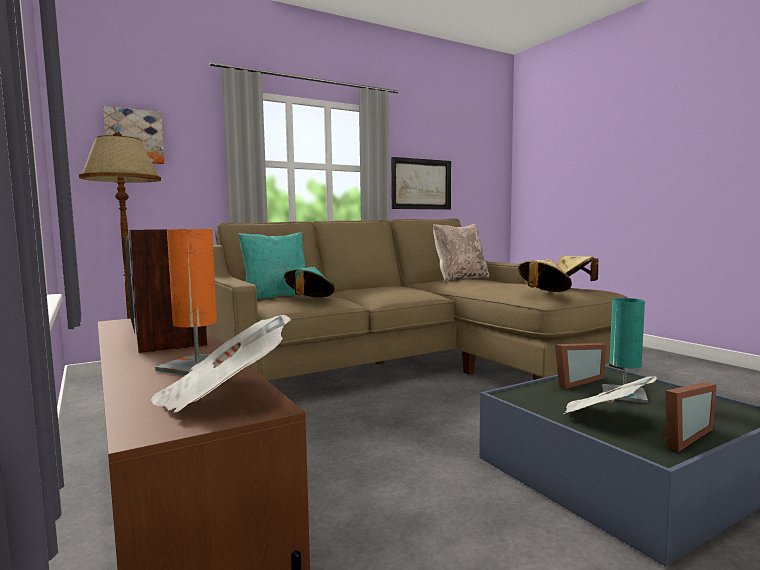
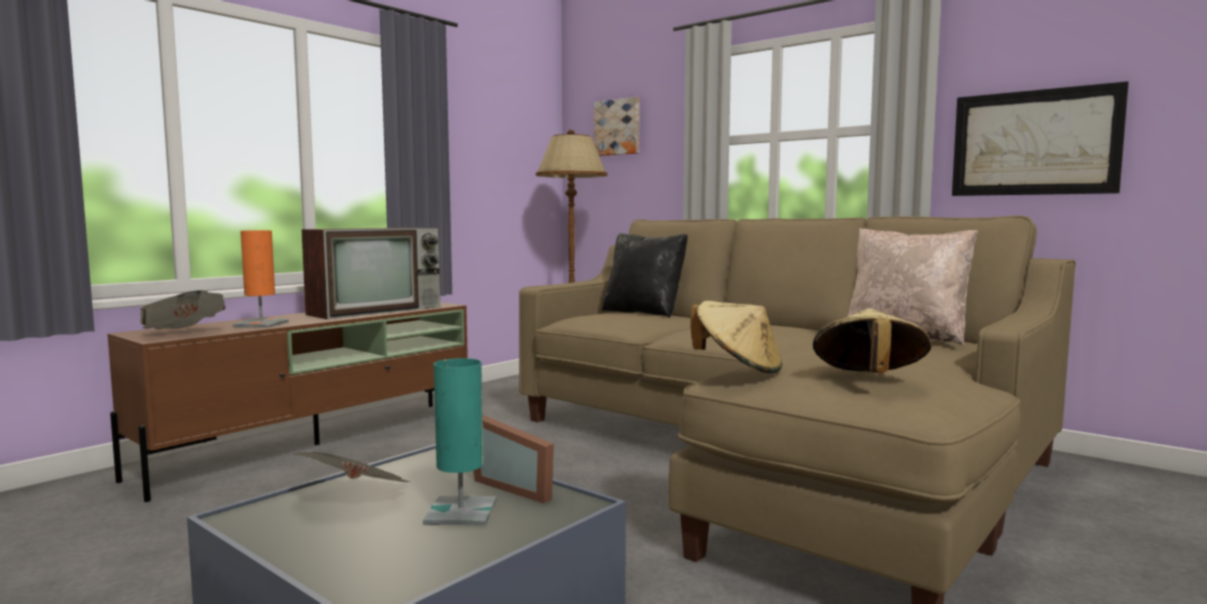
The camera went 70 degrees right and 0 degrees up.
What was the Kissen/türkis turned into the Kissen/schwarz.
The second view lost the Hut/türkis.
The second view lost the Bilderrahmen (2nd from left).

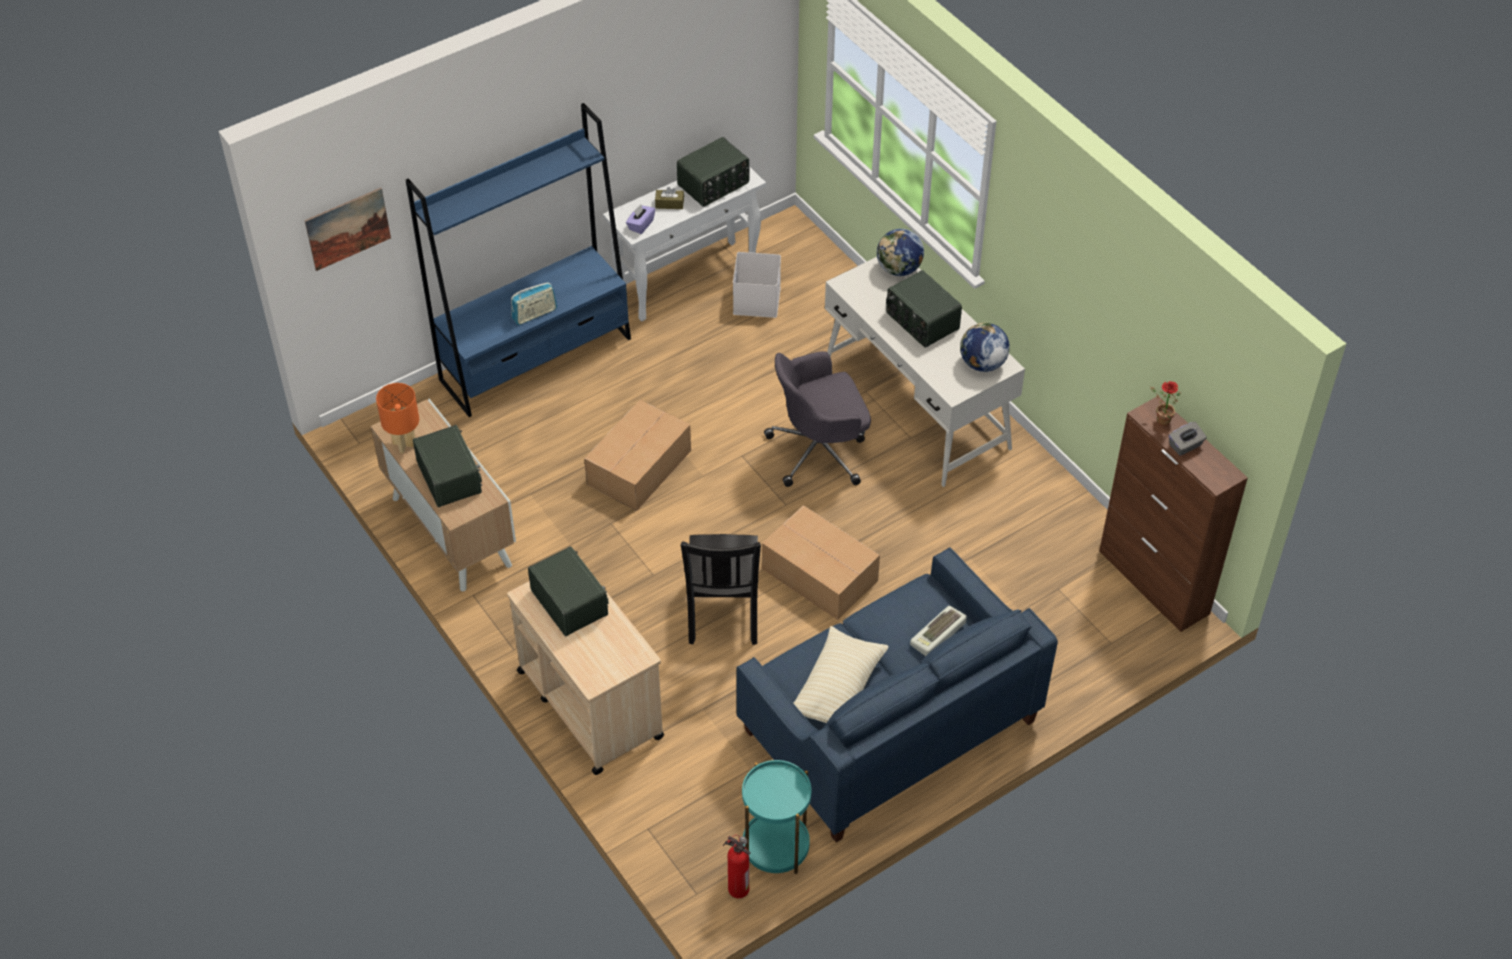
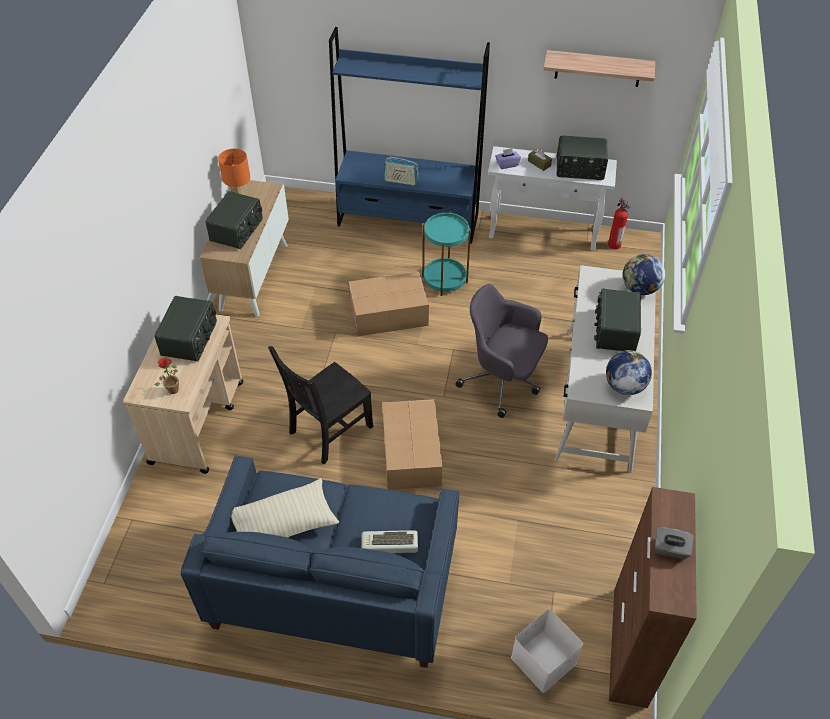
The camera went 45 degrees right and 0 degrees up.
The second view lost the Bild.
The Aufbewahrungsbox/weiß ended up elsewhere.
The Topfpflanze ended up elsewhere.
The Beistelltisch/türkis ended up elsewhere.
The Feuerlöscher ended up elsewhere.
The second view gained the Wandregal.

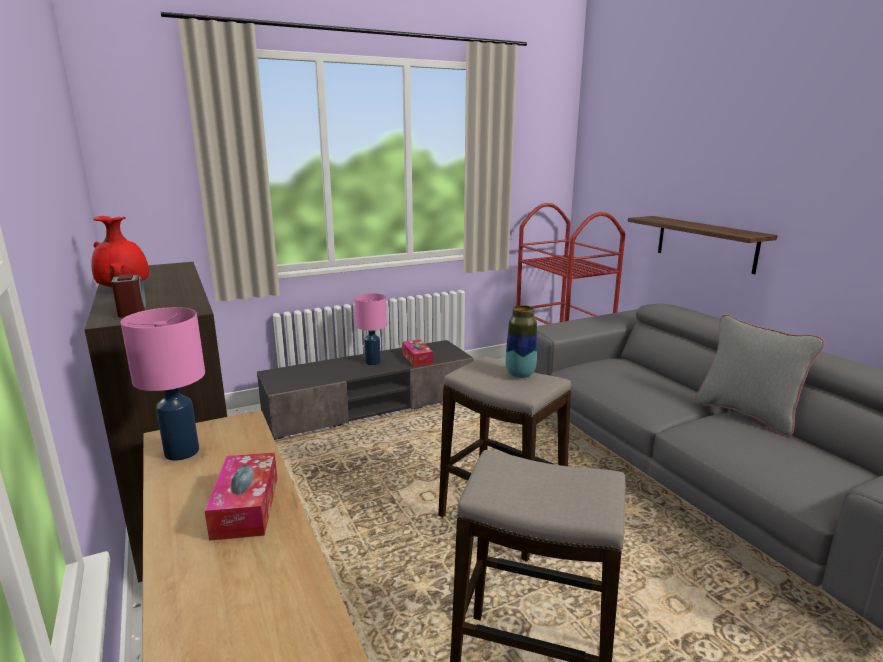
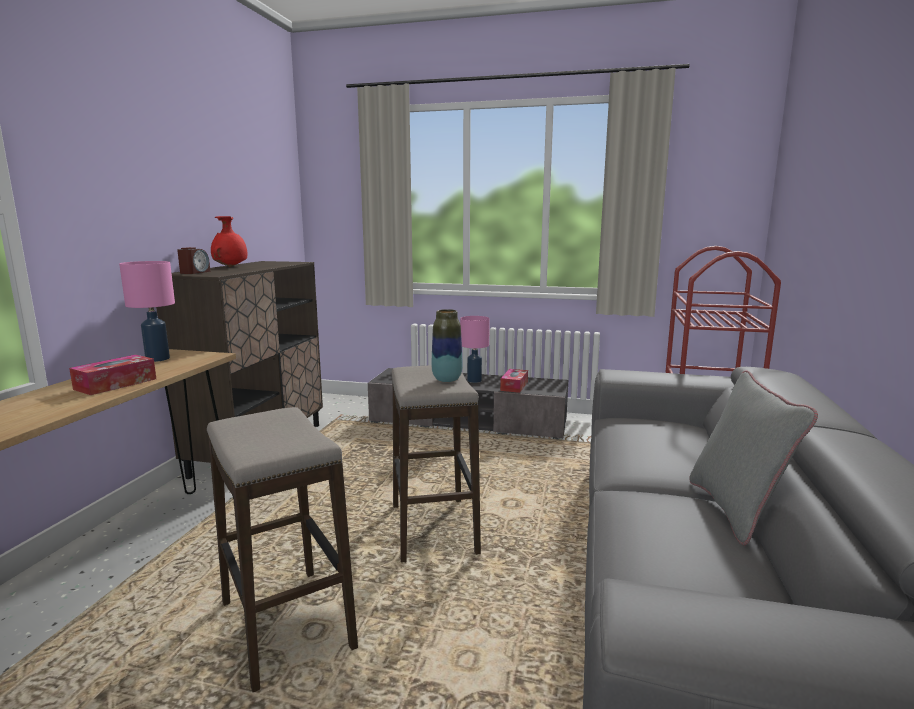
The camera went 40 degrees right and 5 degrees down.
The second view lost the Wandregal.

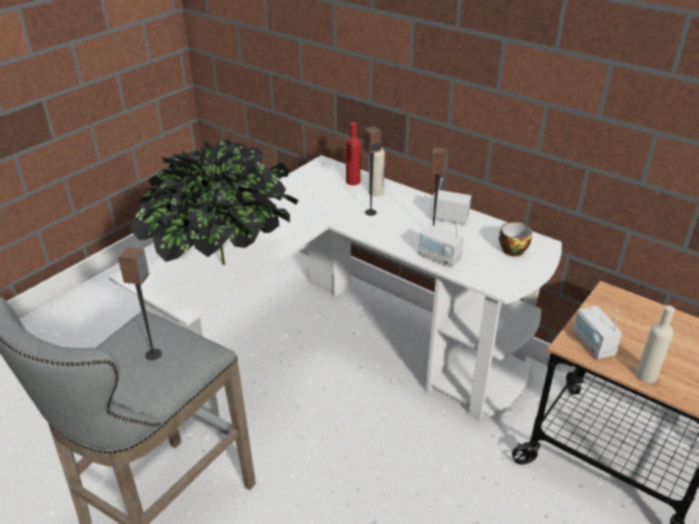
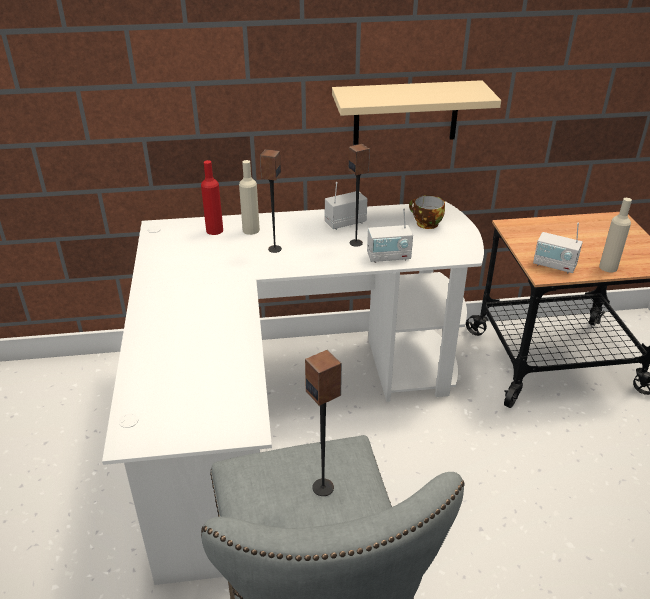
The camera went 45 degrees left and 0 degrees up.
The second view lost the Topfpflanze.
The second view gained the Wandregal/beige.

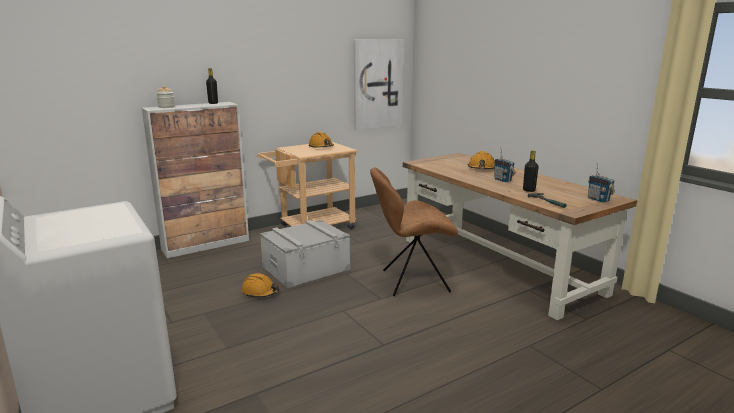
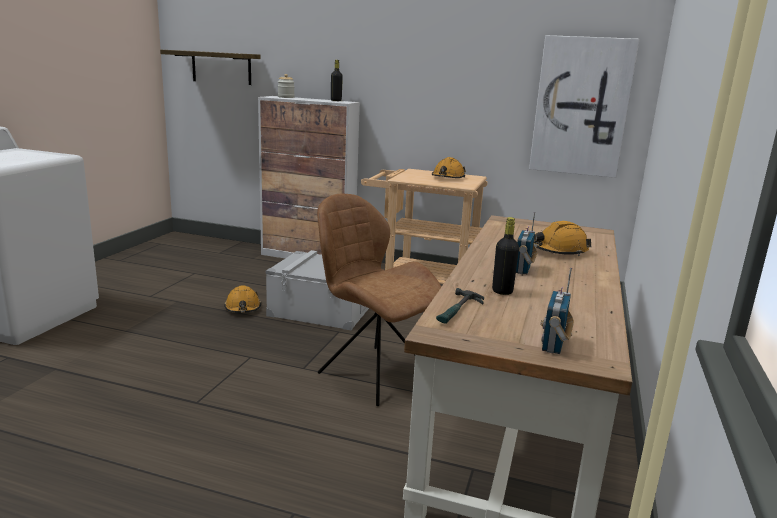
The camera went 50 degrees right and 0 degrees up.
The second view gained the Wandregal.

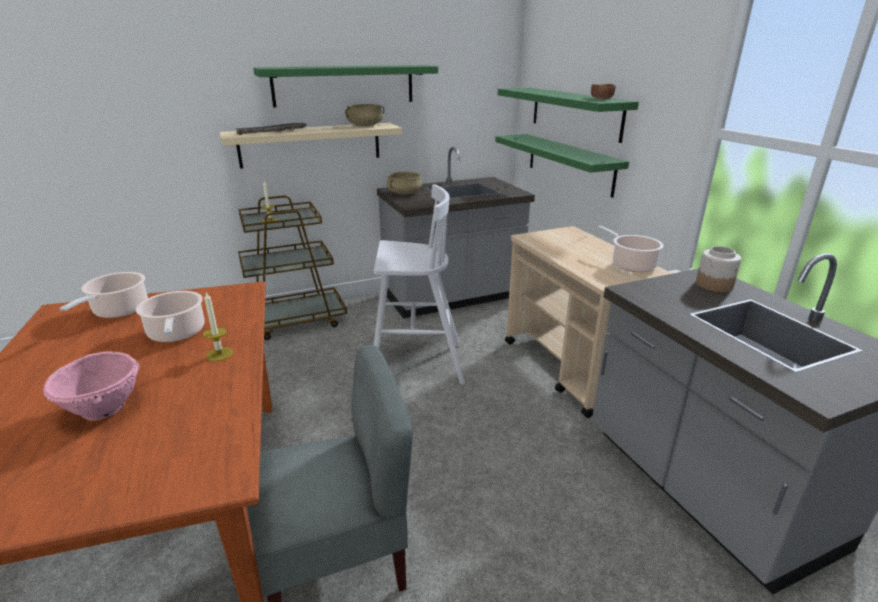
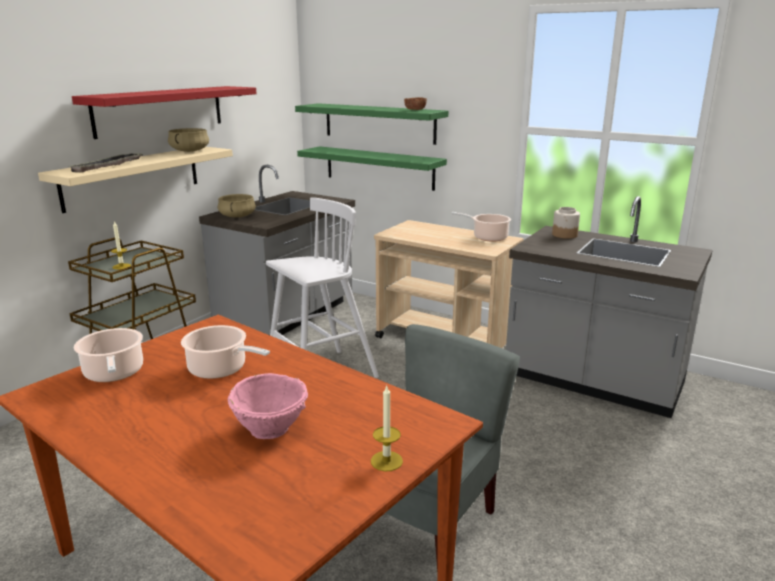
The camera went 35 degrees left and 5 degrees down.
What was the Wandregal/grün (1st from left) turned into the Wandregal/rot.
The Kerze (1st from left in the first image) ended up elsewhere.

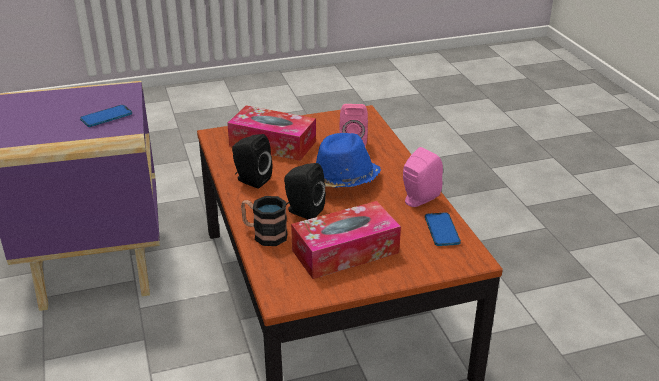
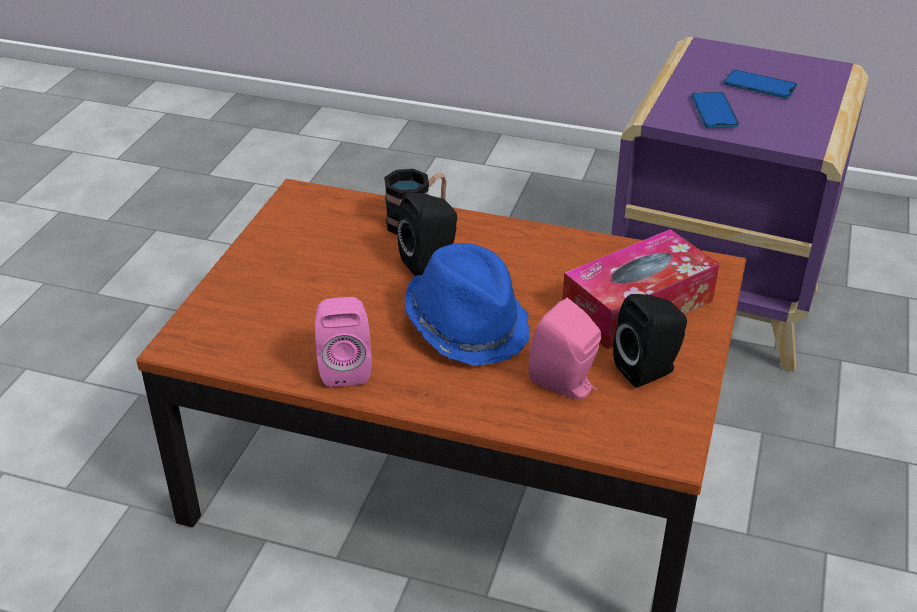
The camera went 125 degrees right and 5 degrees up.
The Lautsprecher/schwarz (1st from left in the first image) ended up elsewhere.
The second view lost the Taschentuchbox (2nd from left).
The Handy (2nd from left) ended up elsewhere.

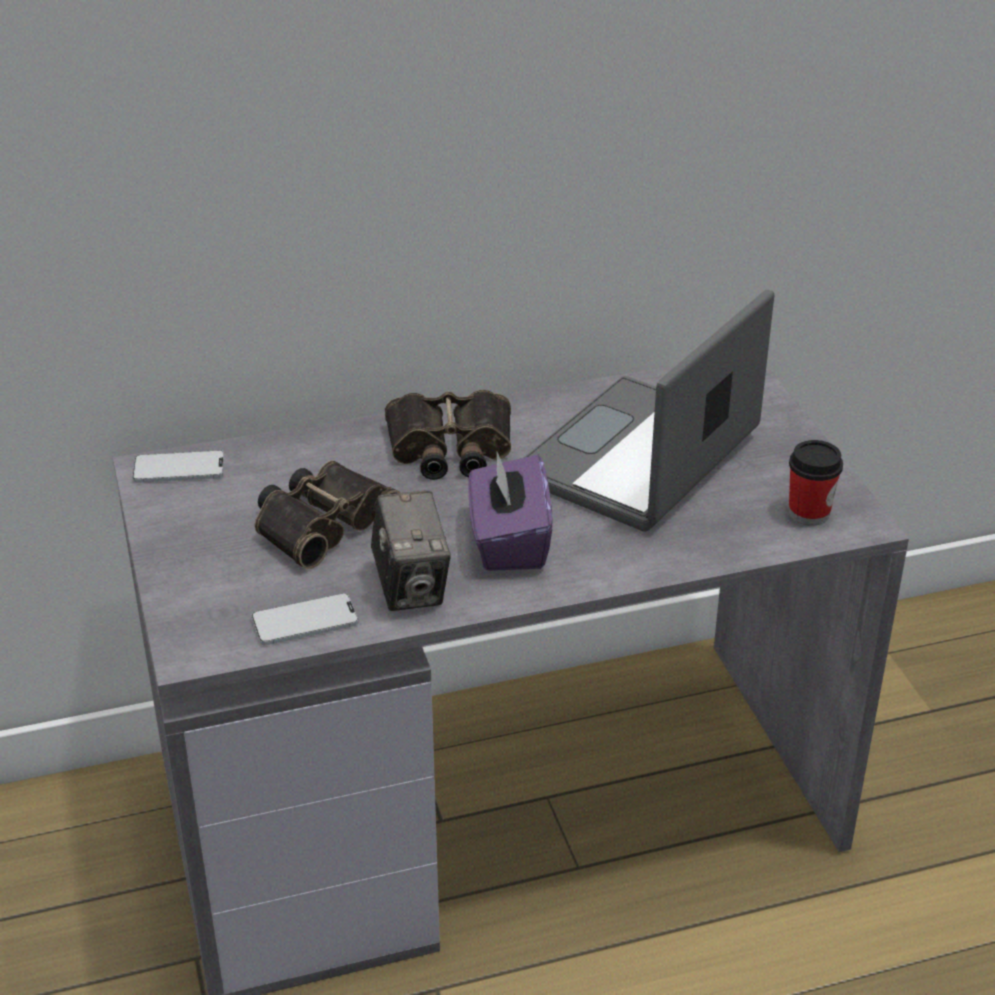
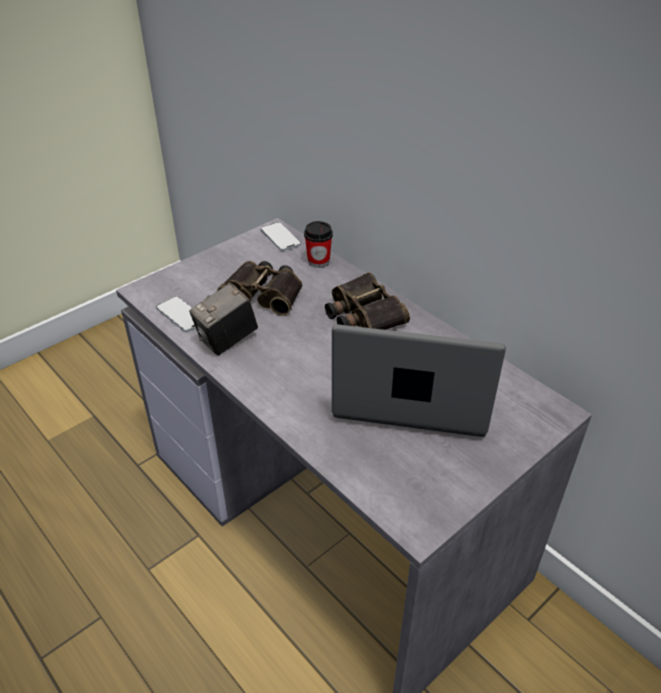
The camera went 65 degrees right and 5 degrees up.
The Tasse ended up elsewhere.
The second view lost the Taschentuchbox/lila.

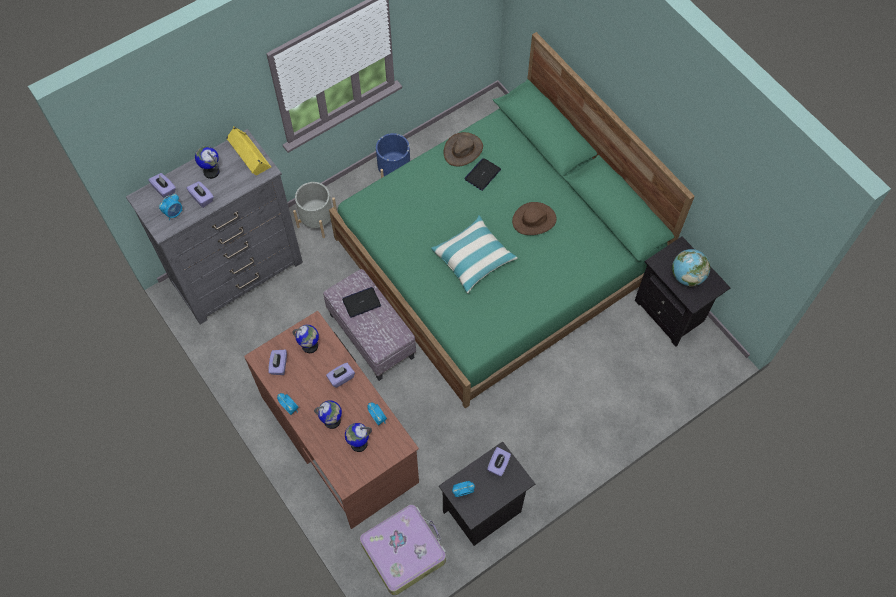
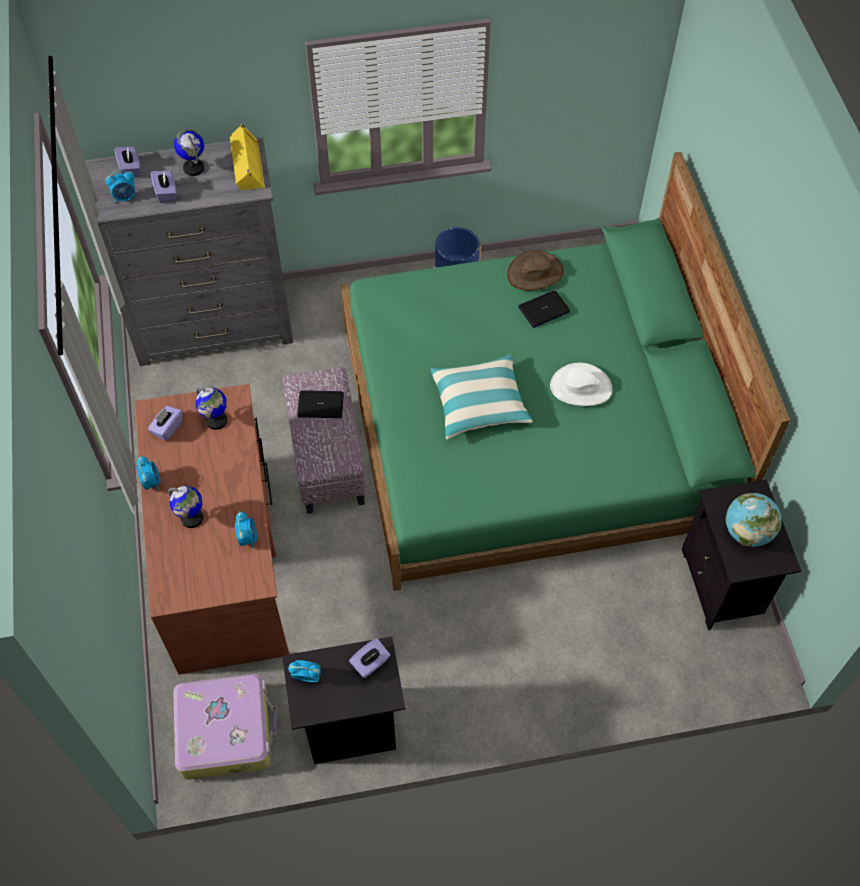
The camera went 25 degrees right and 5 degrees down.
The second view lost the Pflanzkübel/grau.
What was the Hut/braun (2nd from left) turned into the Hut/weiß.
The second view lost the Taschentuchbox/lila (4th from left).
The second view lost the Globus (4th from left).

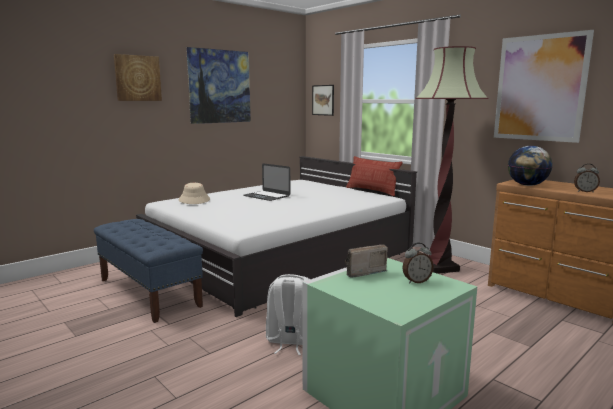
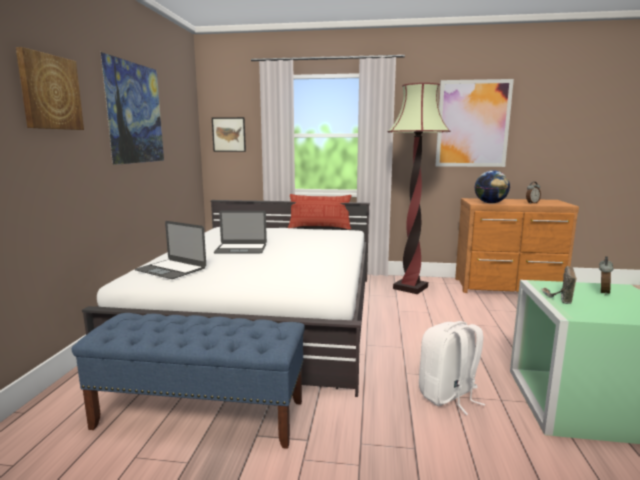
The camera went 40 degrees left and 0 degrees up.
Where the Hut/beige stood, the Laptop (1st from left) came to stand.

